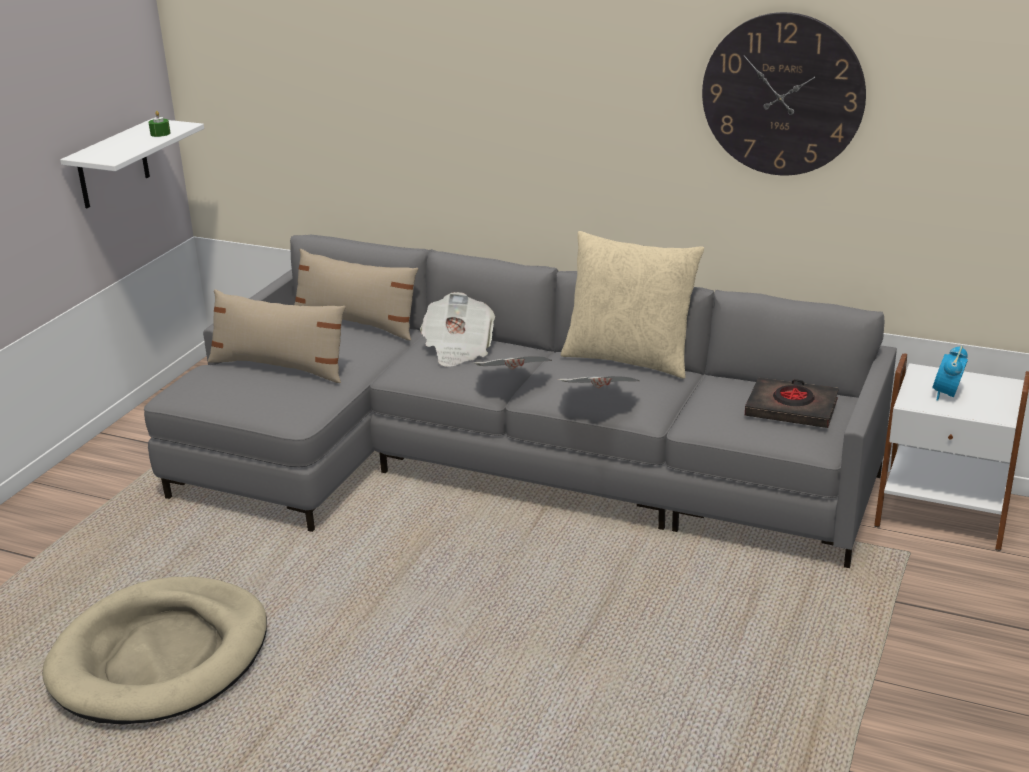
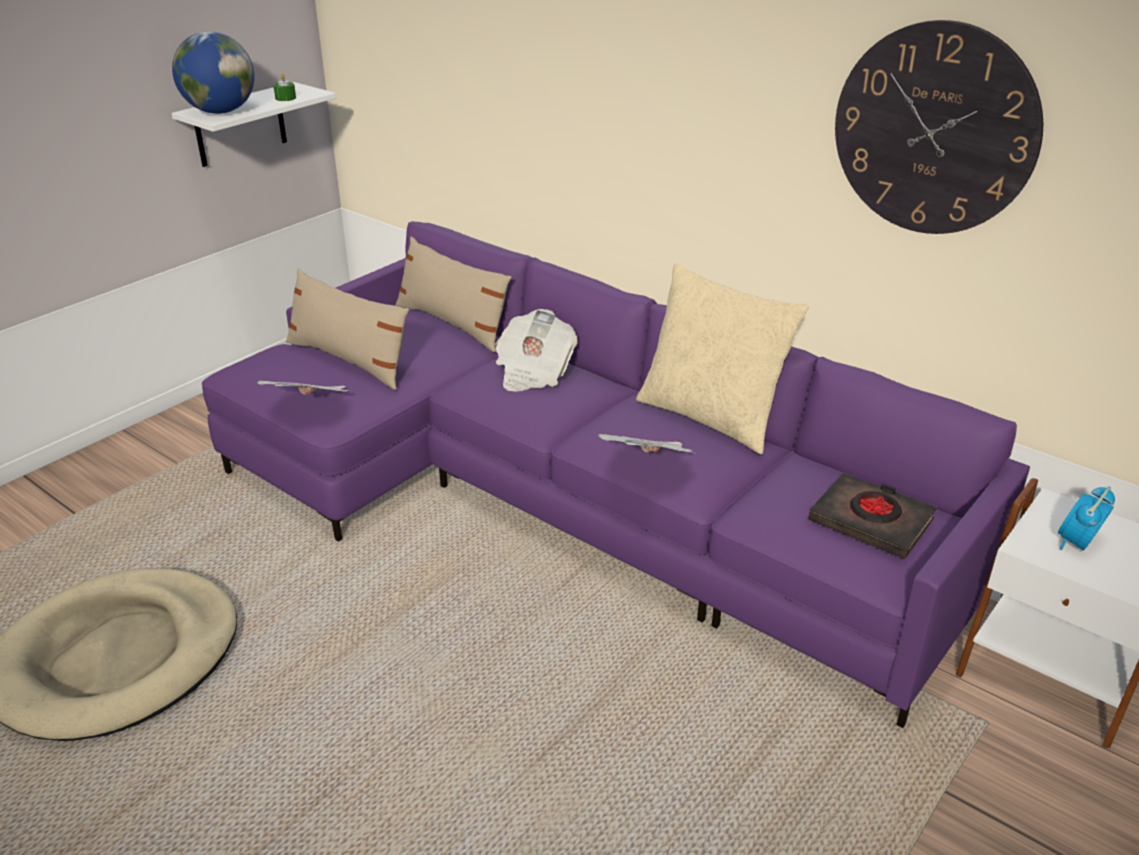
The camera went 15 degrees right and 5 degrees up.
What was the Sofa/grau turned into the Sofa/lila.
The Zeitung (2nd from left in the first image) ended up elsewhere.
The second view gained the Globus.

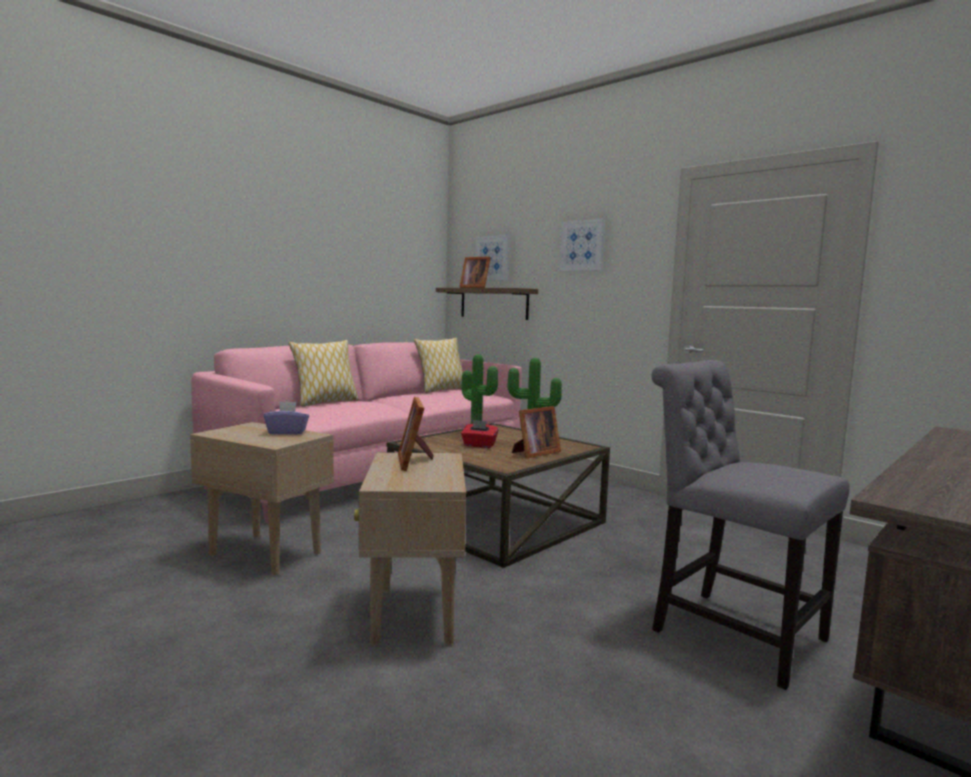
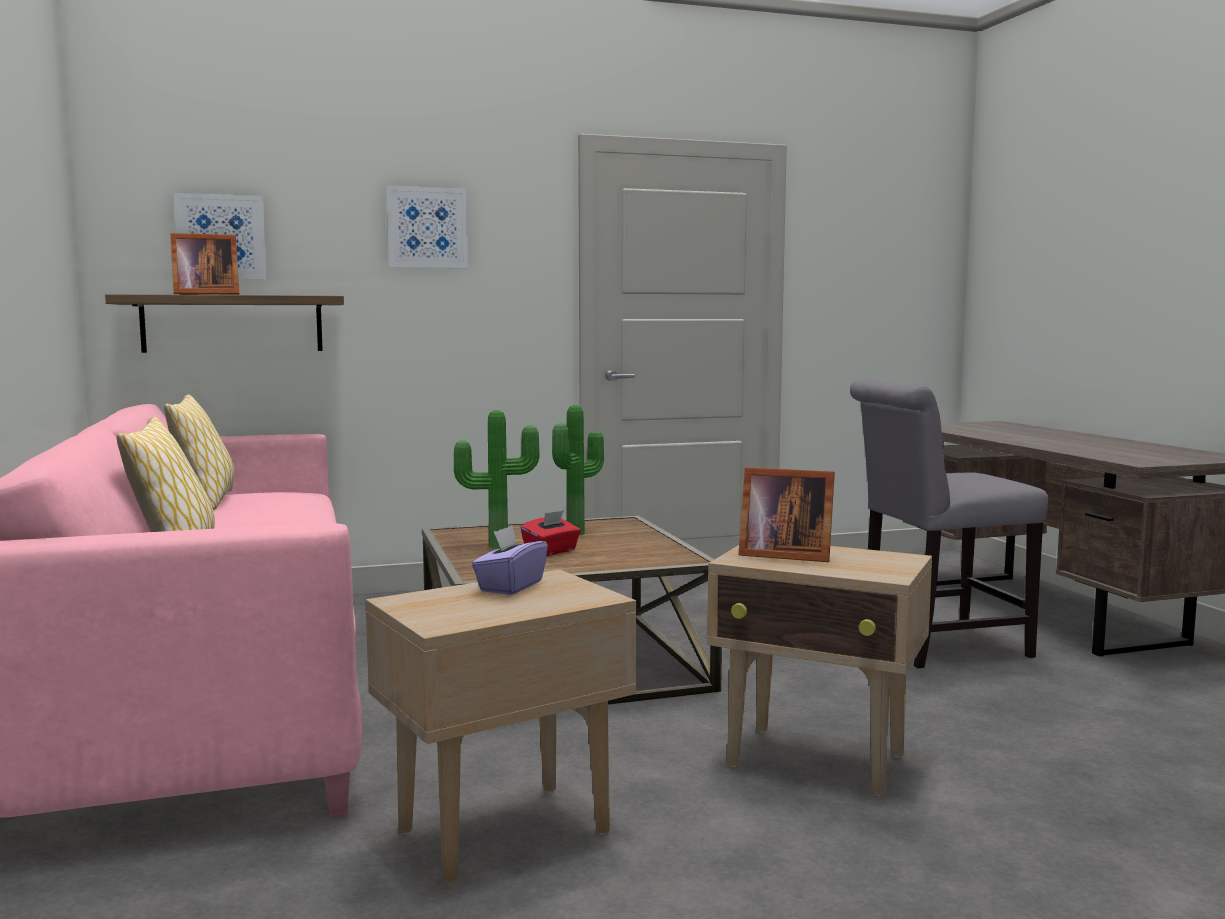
The camera went 60 degrees left and 0 degrees up.
The second view lost the Bilderrahmen (3rd from left).

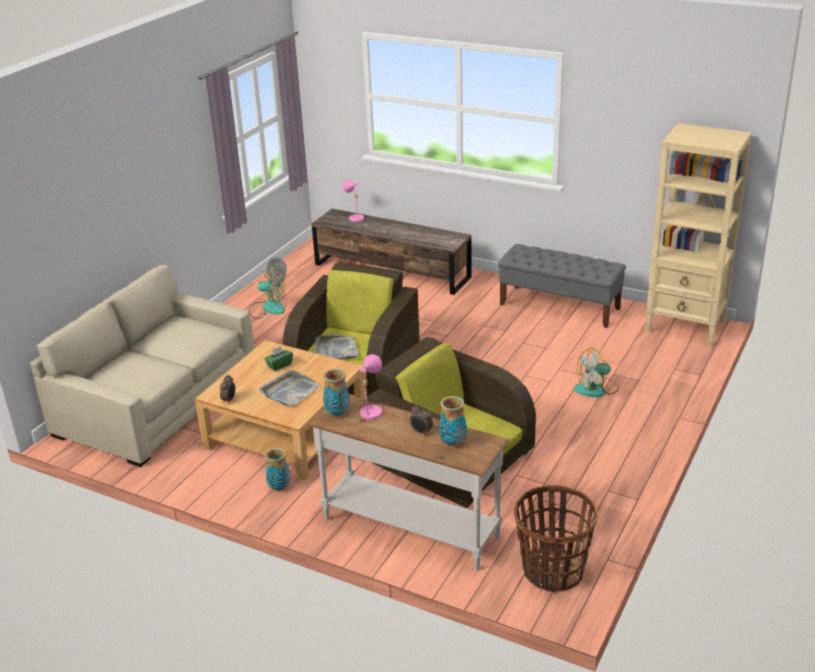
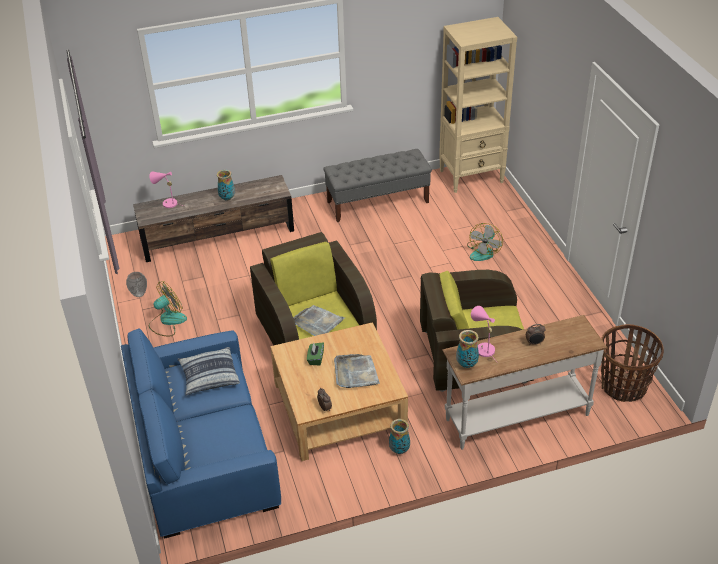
The camera went 45 degrees left and 10 degrees up.
What was the Sofa/beige turned into the Sofa/blau.
The Vase (4th from left in the first image) ended up elsewhere.
The second view gained the Kissen.

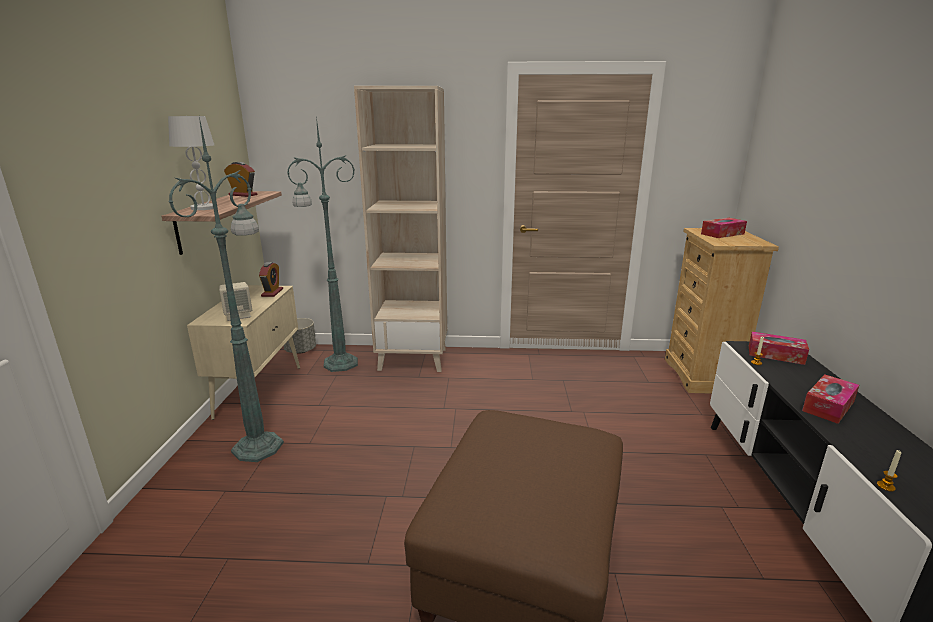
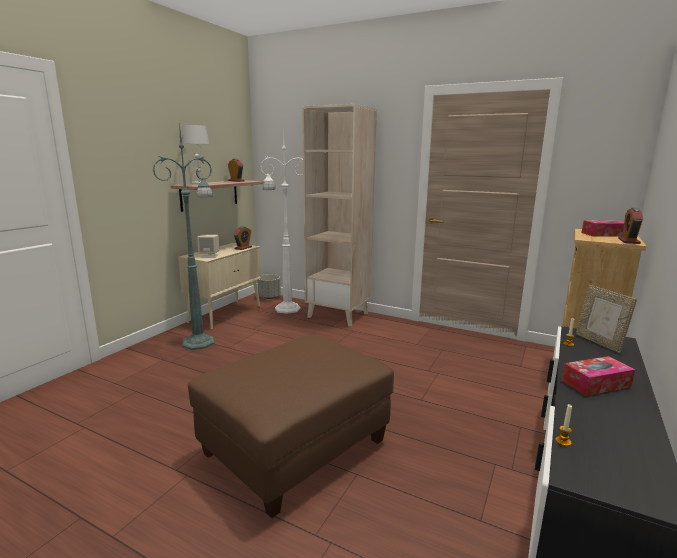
The camera went 25 degrees right and 5 degrees down.
What was the Stehlampe/grün (2nd from left) turned into the Stehlampe/weiß.
Where the Taschentuchbox (2nd from left) stood, the Bilderrahmen came to stand.
The second view gained the Wecker (3rd from left).

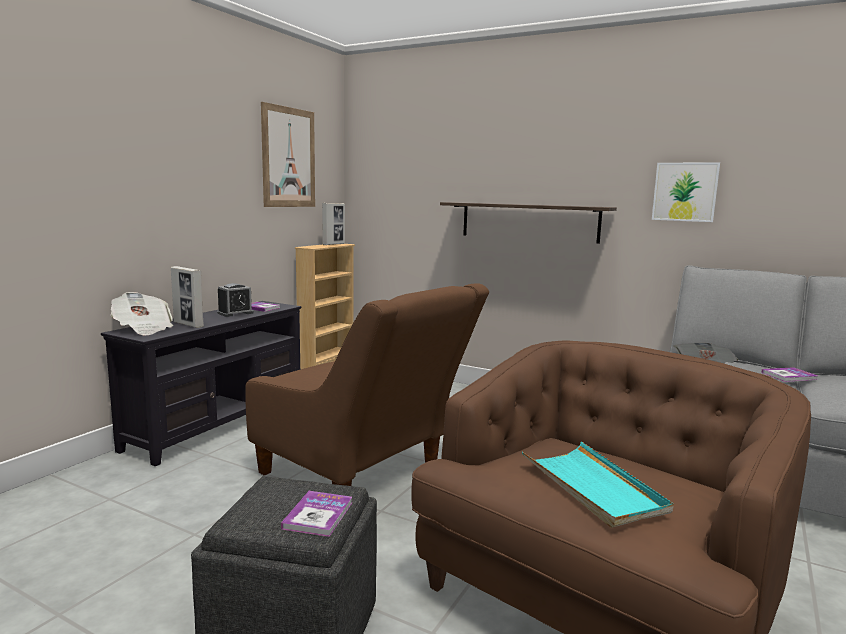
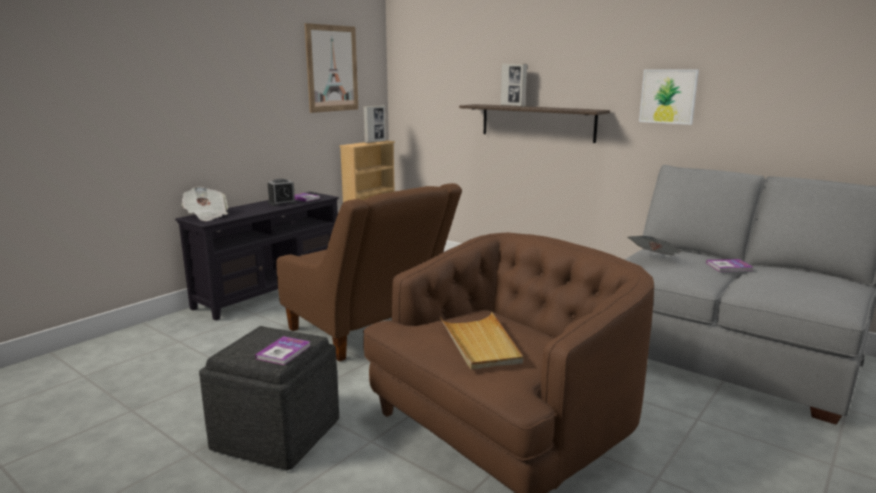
The camera went 10 degrees right and 5 degrees up.
The Bilderrahmen (1st from left in the first image) ended up elsewhere.
What was the Tablett/türkis turned into the Tablett/beige.

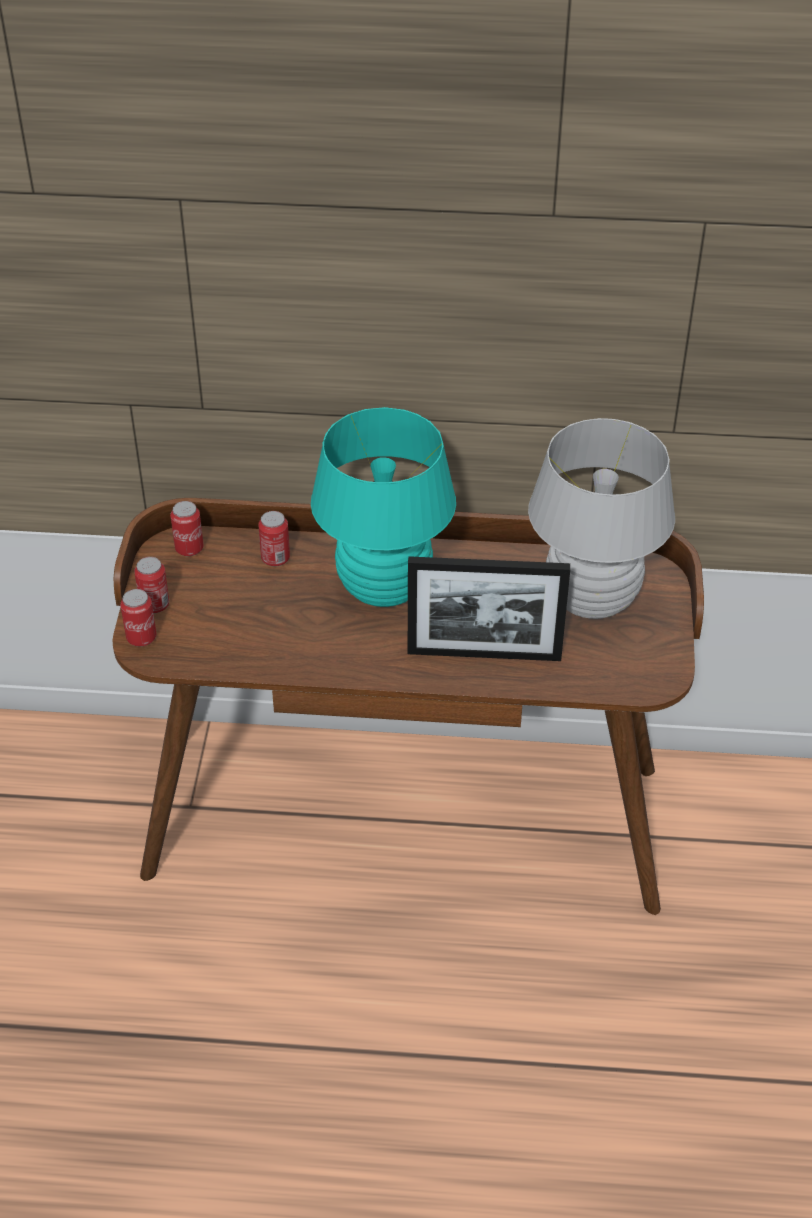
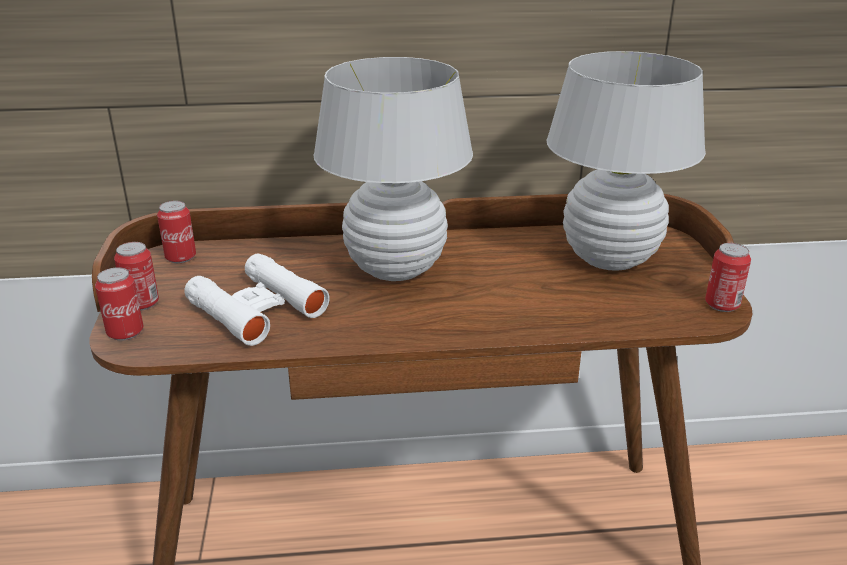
The camera went 10 degrees left and 15 degrees down.
What was the Tischlampe/türkis turned into the Tischlampe/weiß (1st from left).
The Dose (4th from left) ended up elsewhere.
The second view lost the Bilderrahmen.
The second view gained the Fernglas/weiß.

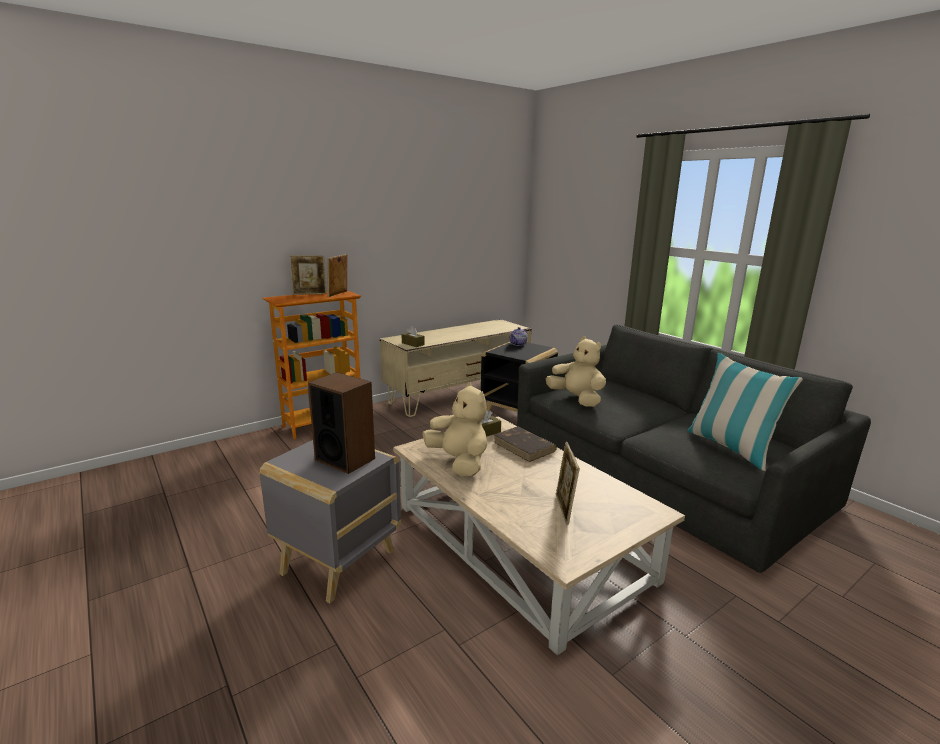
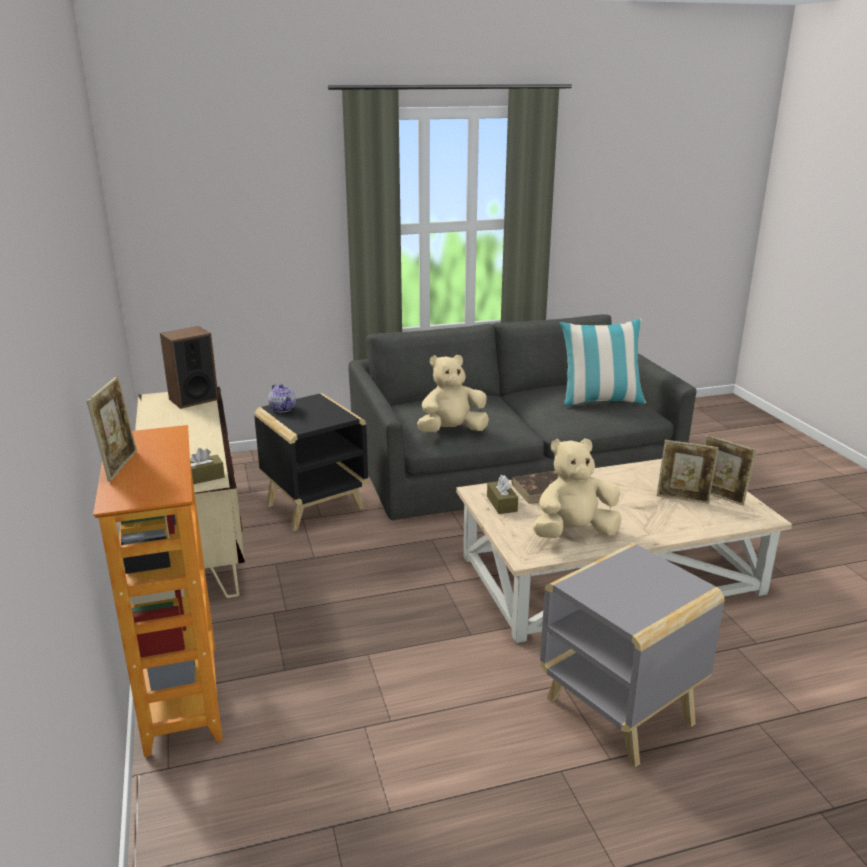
The camera went 70 degrees left and 5 degrees up.
The Bilderrahmen (2nd from left in the first image) ended up elsewhere.
The Lautsprecher ended up elsewhere.

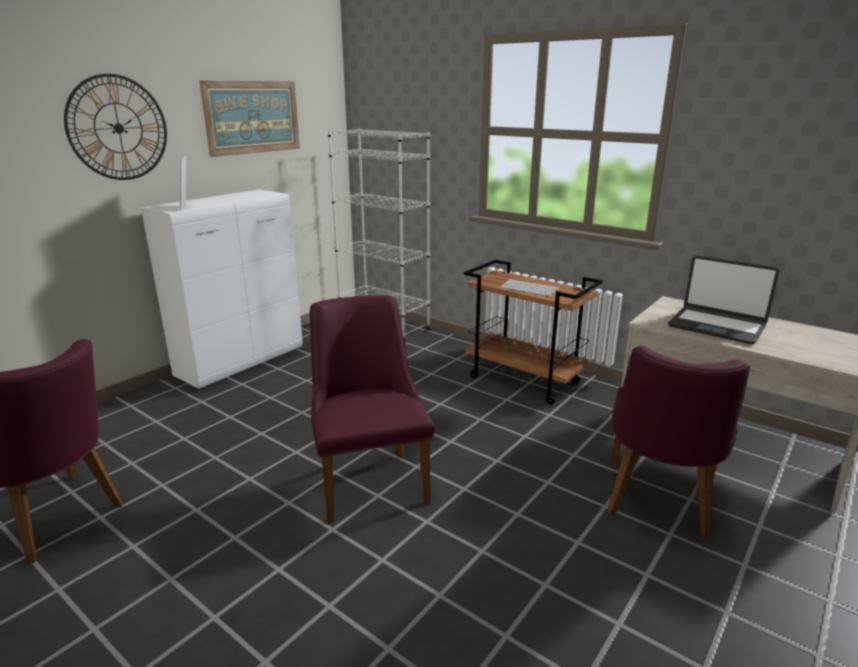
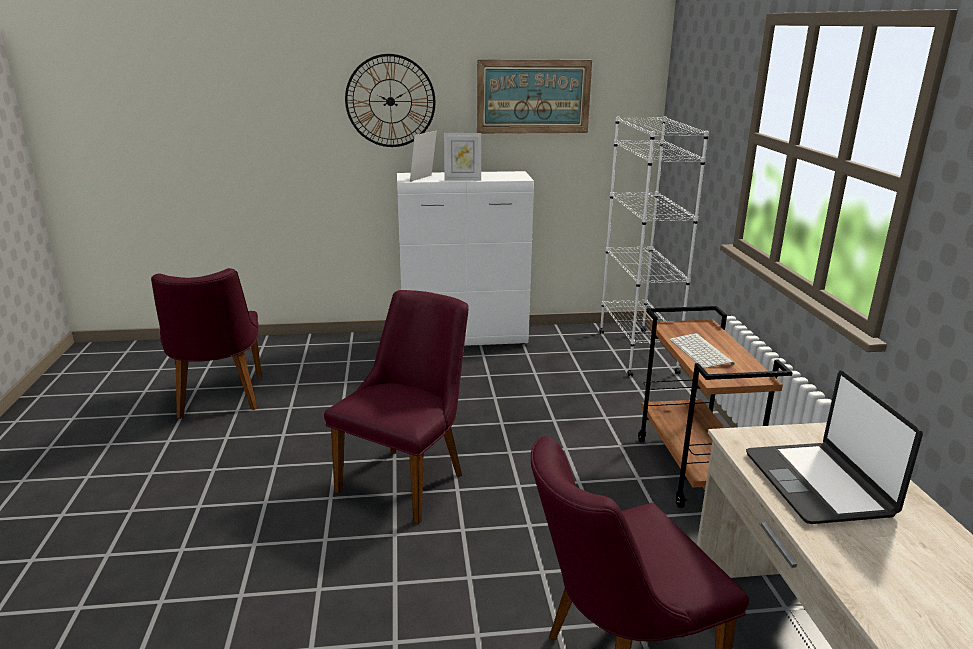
The camera went 45 degrees right and 0 degrees up.
The second view gained the Bilderrahmen (2nd from left).

